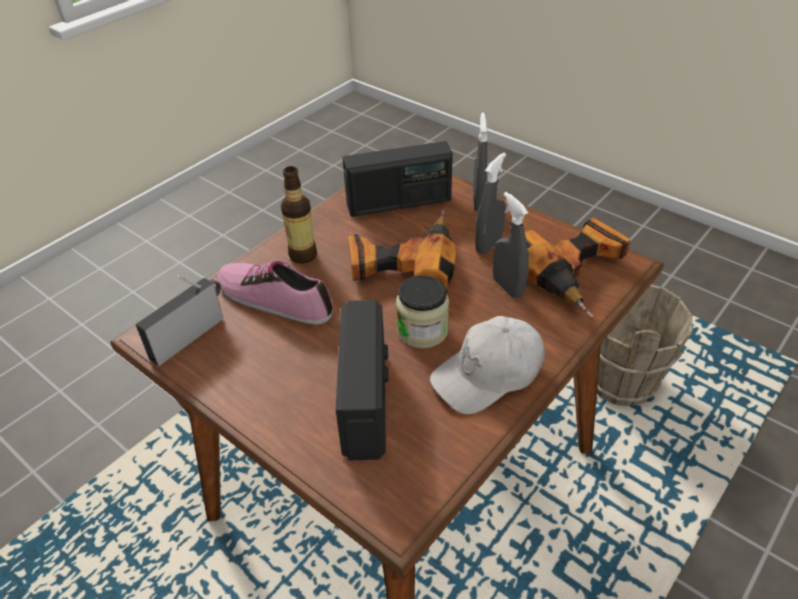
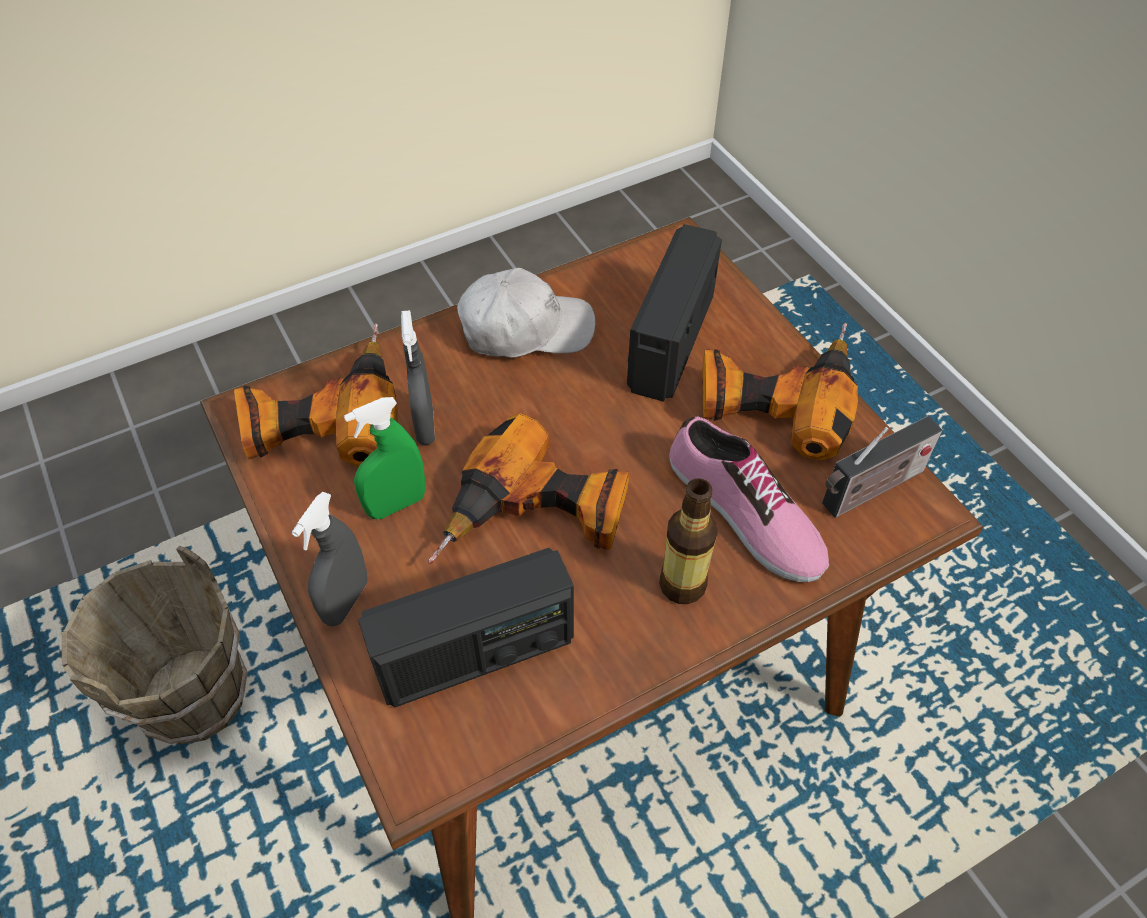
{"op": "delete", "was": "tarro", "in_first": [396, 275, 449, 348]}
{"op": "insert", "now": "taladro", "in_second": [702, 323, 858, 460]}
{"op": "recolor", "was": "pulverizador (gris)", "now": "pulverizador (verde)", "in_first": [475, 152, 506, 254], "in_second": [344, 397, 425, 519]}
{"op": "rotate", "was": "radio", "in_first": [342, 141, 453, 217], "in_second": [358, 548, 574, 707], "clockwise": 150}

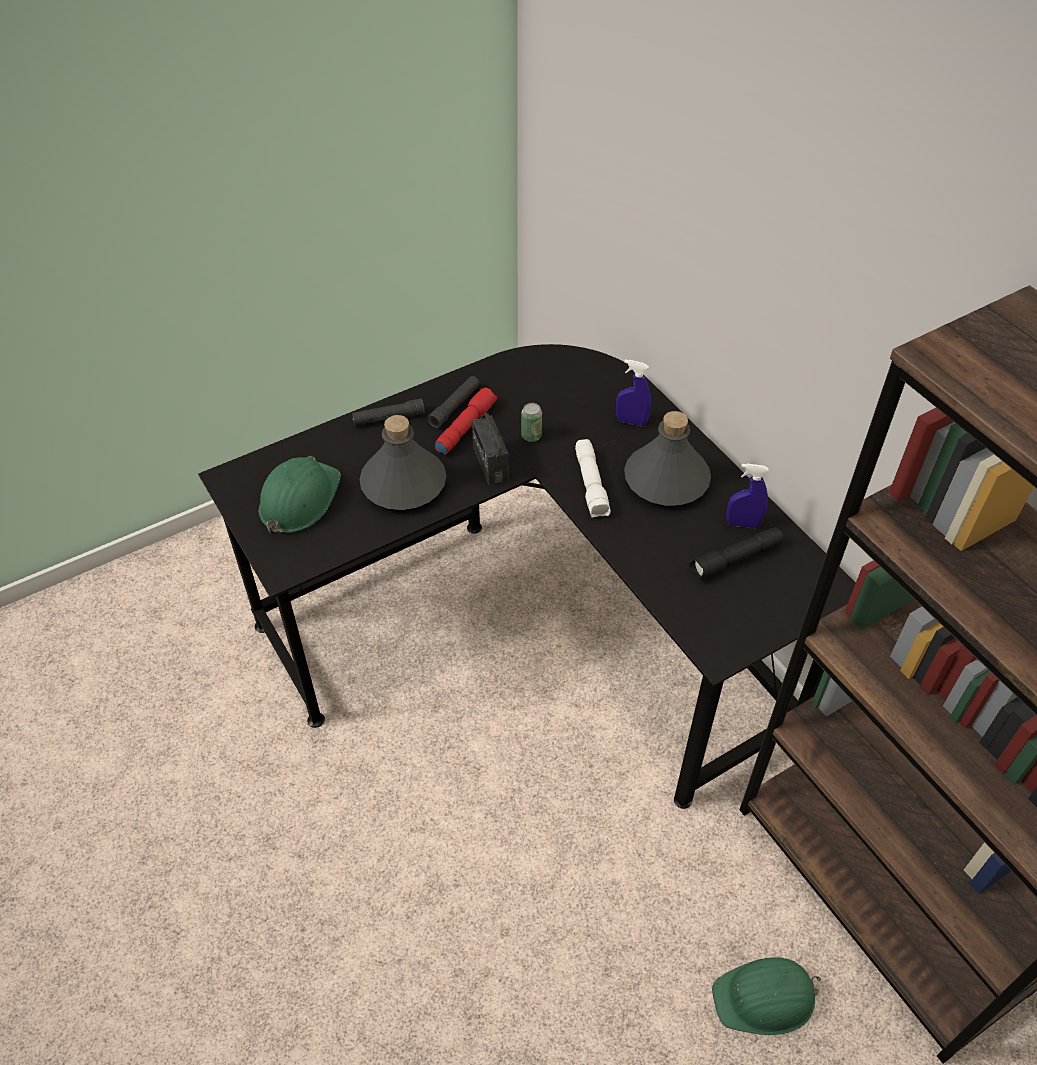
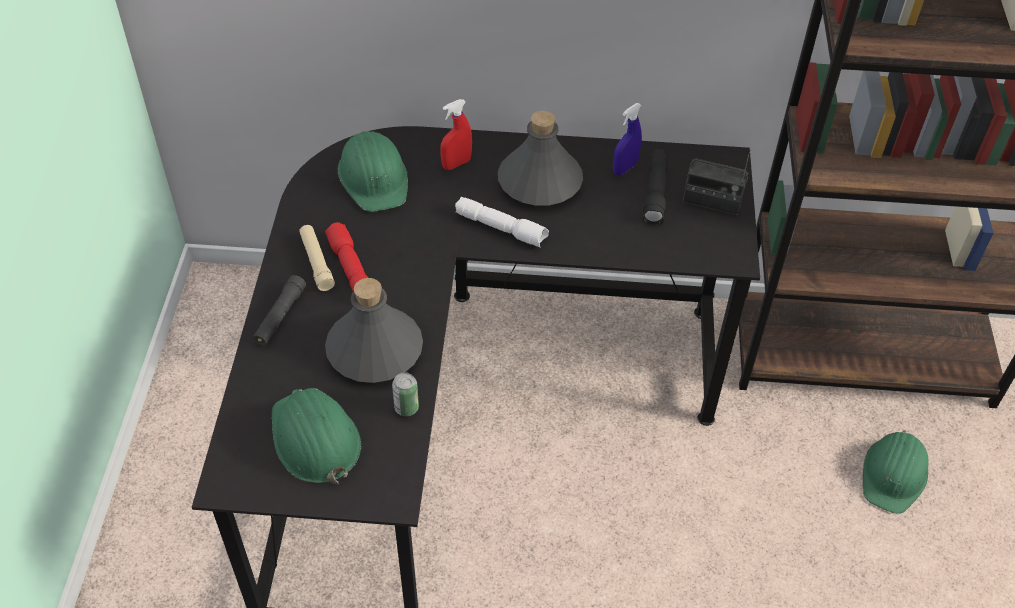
{"op": "insert", "now": "casco (verde)", "in_second": [338, 131, 408, 212]}
{"op": "move", "was": "radio", "in_first": [472, 413, 509, 485], "in_second": [683, 149, 751, 215]}
{"op": "move", "was": "lata", "in_first": [522, 403, 542, 442], "in_second": [392, 372, 419, 416]}
{"op": "recolor", "was": "linterna (negro)", "now": "linterna (beis)", "in_first": [427, 376, 480, 428], "in_second": [299, 225, 335, 291]}
{"op": "recolor", "was": "pulverizador (azul)", "now": "pulverizador (rojo)", "in_first": [616, 359, 651, 427], "in_second": [440, 99, 472, 170]}

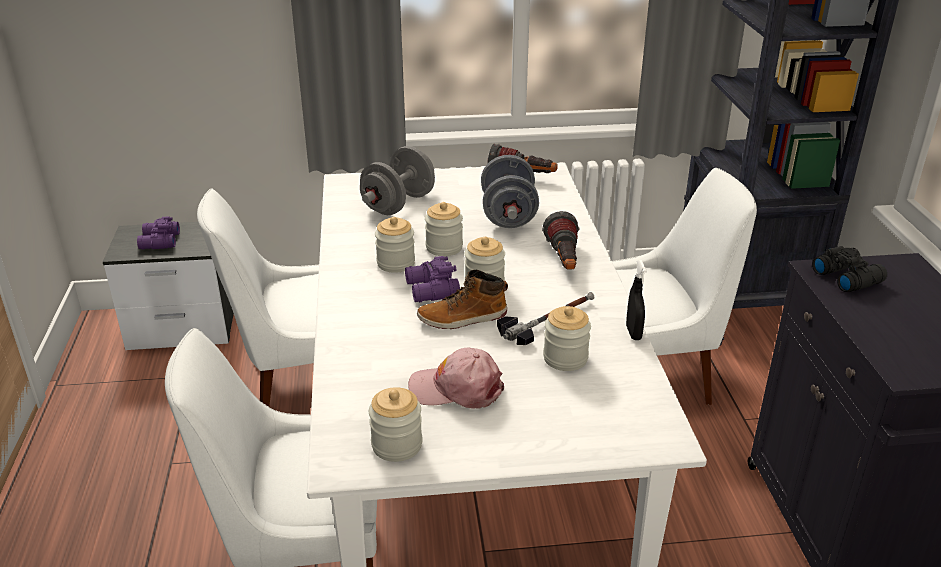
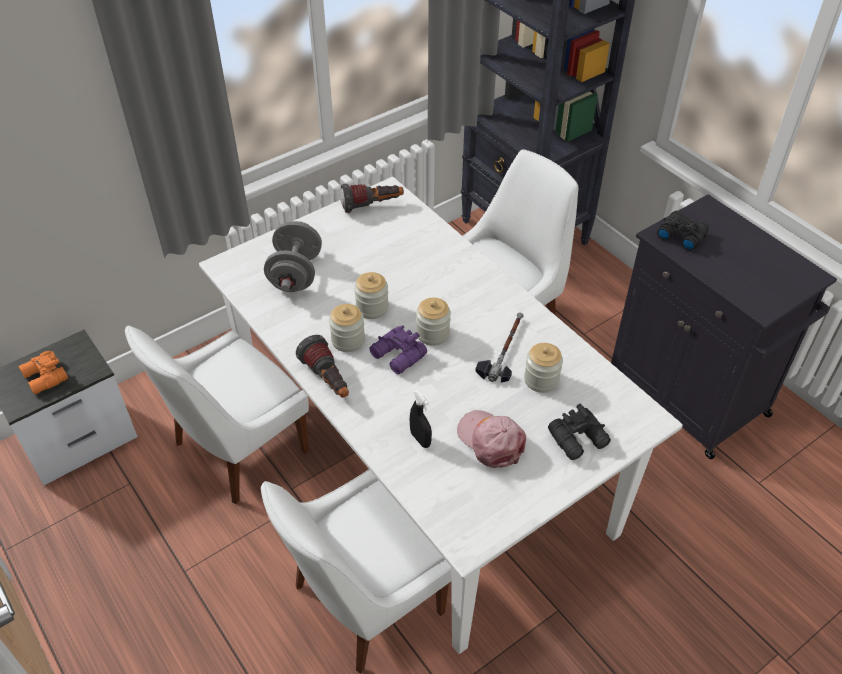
{"op": "delete", "was": "tarro", "in_first": [369, 387, 422, 462]}
{"op": "delete", "was": "bota", "in_first": [417, 270, 508, 329]}
{"op": "delete", "was": "mancuerna (gris)", "in_first": [481, 155, 539, 228]}
{"op": "insert", "now": "prismáticos (negro)", "in_second": [548, 404, 611, 460]}
{"op": "move", "was": "linterna", "in_first": [542, 211, 579, 270], "in_second": [296, 335, 349, 398]}
{"op": "move", "was": "pulverizador (negro)", "in_first": [626, 260, 647, 340], "in_second": [410, 390, 432, 448]}
{"op": "recolor", "was": "prismáticos (morado)", "now": "prismáticos (naranja)", "in_first": [137, 217, 180, 250], "in_second": [19, 351, 68, 395]}
{"op": "rotate", "was": "gorra (rosa)", "in_first": [408, 348, 504, 409], "in_second": [457, 410, 526, 468], "clockwise": 75}

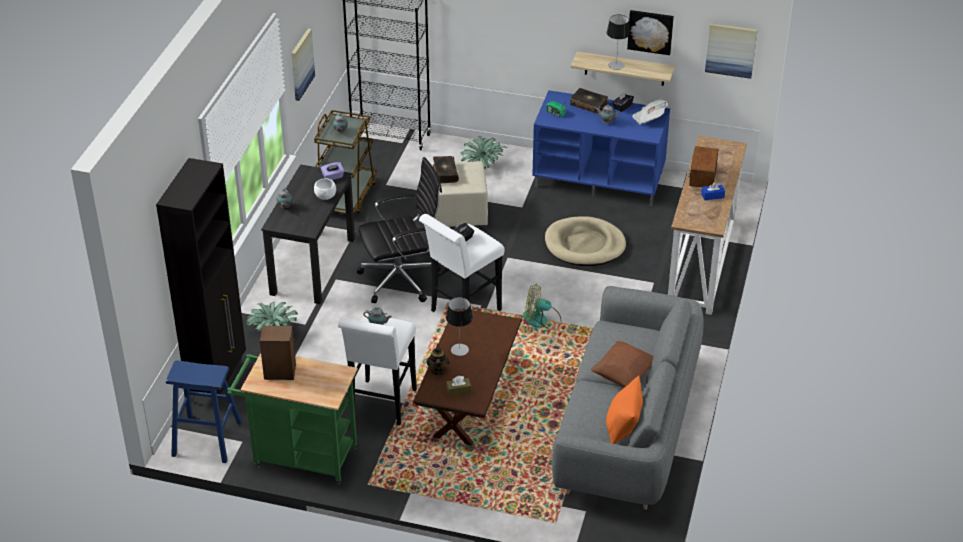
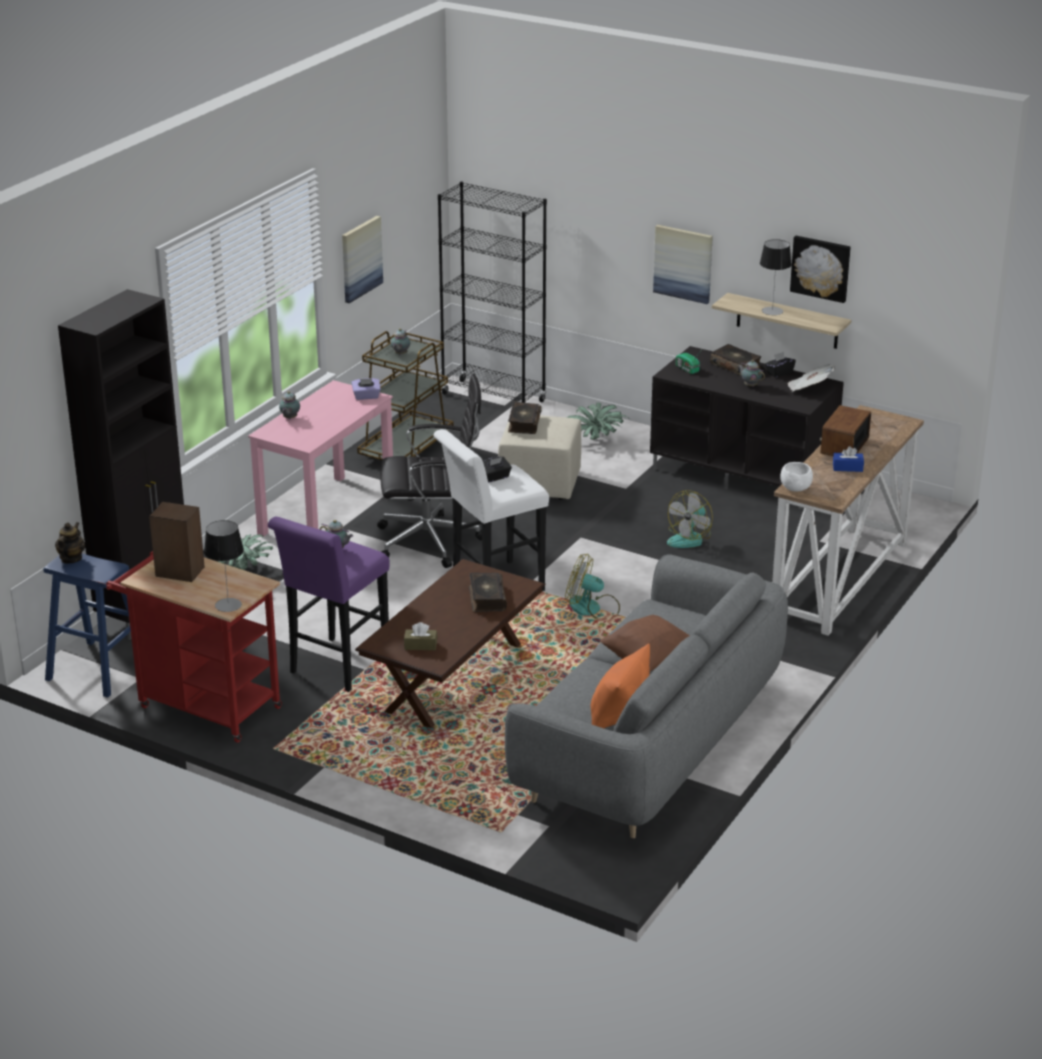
{"op": "insert", "now": "libro", "in_second": [469, 573, 507, 612]}
{"op": "move", "was": "cuenco (blanco)", "in_first": [314, 178, 336, 200], "in_second": [780, 462, 813, 492]}
{"op": "move", "was": "tetera", "in_first": [427, 343, 450, 375], "in_second": [55, 522, 85, 564]}
{"op": "move", "was": "lámpara de mesa", "in_first": [446, 297, 473, 356], "in_second": [204, 520, 244, 612]}
{"op": "move", "was": "cuadro", "in_first": [705, 23, 758, 79], "in_second": [653, 225, 713, 304]}
{"op": "replace", "was": "cama para perro (beis)", "now": "ventilador", "in_first": [545, 216, 626, 266], "in_second": [667, 490, 713, 548]}
{"op": "recolor", "was": "carrito (verde)", "now": "carrito (rojo)", "in_first": [227, 353, 358, 484], "in_second": [106, 551, 282, 743]}
{"op": "recolor", "was": "escritorio (negro)", "now": "escritorio (rosa)", "in_first": [261, 164, 355, 304], "in_second": [248, 380, 393, 536]}
{"op": "recolor", "was": "taburete (blanco)", "now": "taburete (morado)", "in_first": [338, 314, 417, 425], "in_second": [268, 517, 390, 692]}
{"op": "recolor", "was": "mueble de televisión (azul)", "now": "mueble de televisión (negro)", "in_first": [532, 90, 670, 206], "in_second": [650, 346, 844, 509]}

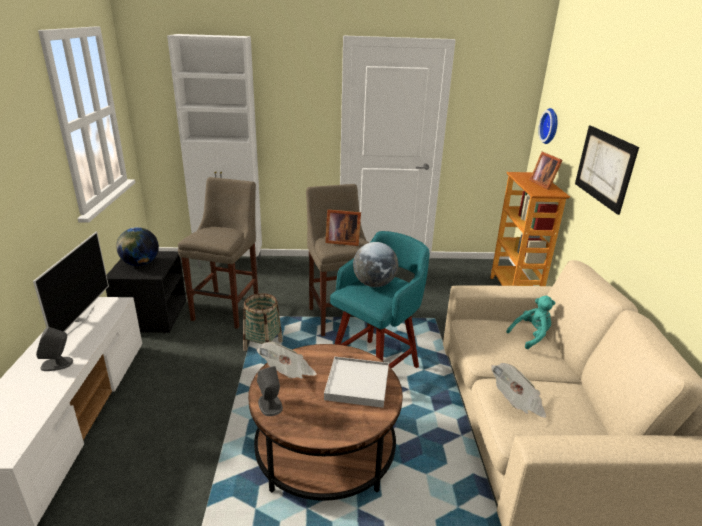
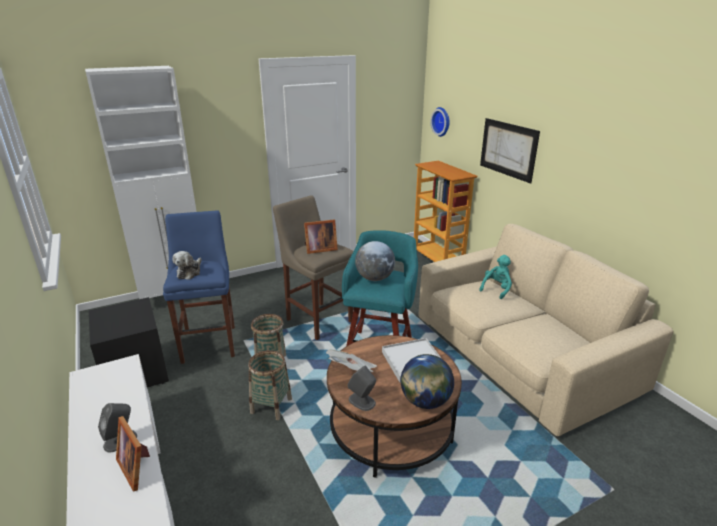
{"op": "delete", "was": "televisor", "in_first": [33, 232, 109, 335]}
{"op": "delete", "was": "periódico", "in_first": [491, 363, 547, 418]}
{"op": "insert", "now": "peluche", "in_second": [173, 251, 201, 280]}
{"op": "insert", "now": "cesta", "in_second": [248, 350, 292, 420]}
{"op": "move", "was": "globo terráqueo", "in_first": [116, 227, 159, 266], "in_second": [401, 354, 454, 409]}
{"op": "move", "was": "portarretratos", "in_first": [530, 152, 563, 190], "in_second": [116, 416, 150, 492]}
{"op": "recolor", "was": "taburete (beis)", "now": "taburete (azul)", "in_first": [178, 177, 258, 329], "in_second": [163, 210, 235, 364]}

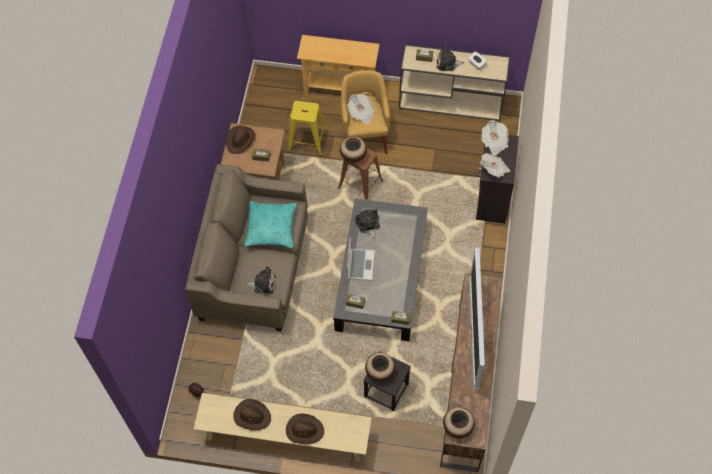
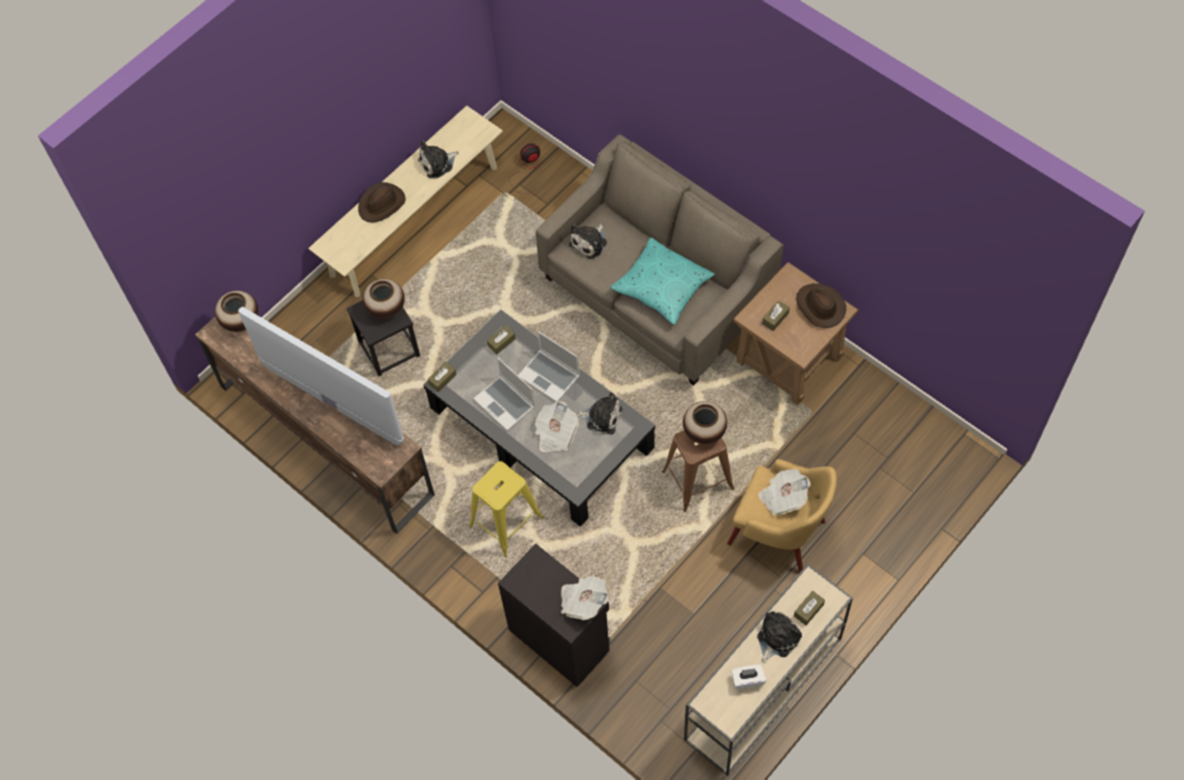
{"op": "delete", "was": "mesa consola (beis)", "in_first": [297, 35, 380, 96]}
{"op": "insert", "now": "portátil", "in_second": [473, 357, 535, 431]}
{"op": "move", "was": "taburete (amarillo)", "in_first": [288, 101, 326, 156], "in_second": [469, 461, 544, 557]}
{"op": "move", "was": "periódico", "in_first": [480, 153, 510, 178], "in_second": [535, 401, 579, 452]}
{"op": "replace", "was": "sombrero (marrón)", "now": "peluche", "in_first": [233, 399, 271, 431], "in_second": [418, 141, 459, 179]}

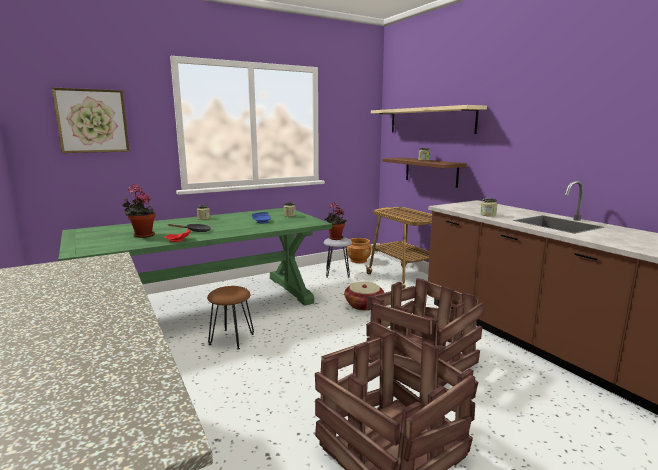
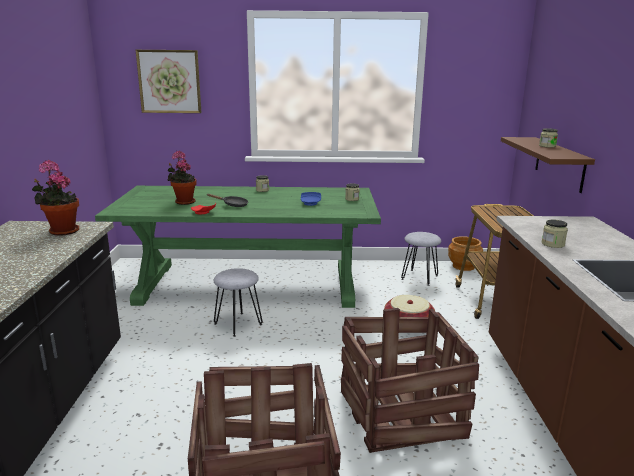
{"op": "delete", "was": "estante (beis)", "in_first": [371, 105, 487, 134]}
{"op": "move", "was": "planta en maceta", "in_first": [325, 202, 347, 240], "in_second": [32, 160, 79, 236]}
{"op": "recolor", "was": "taburete (marrón)", "now": "taburete (gris)", "in_first": [207, 286, 254, 350], "in_second": [214, 268, 263, 337]}

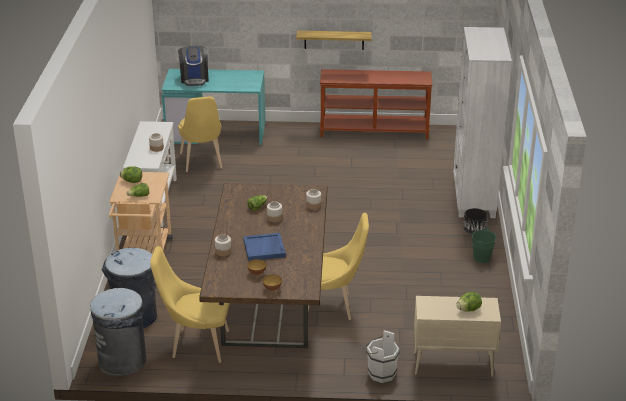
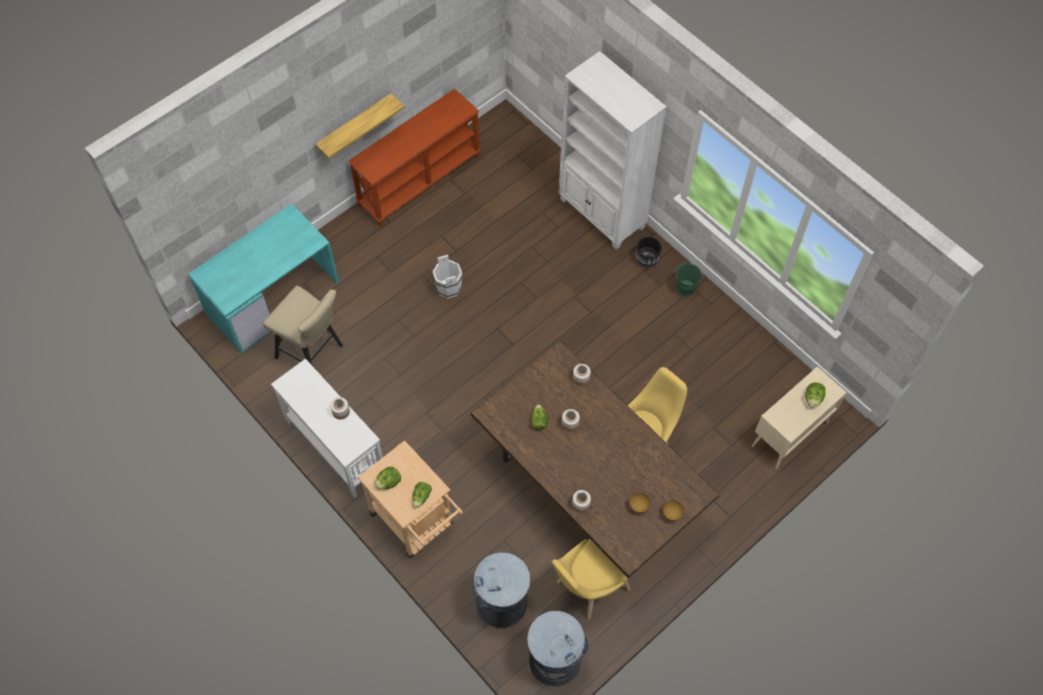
{"op": "delete", "was": "cafetera", "in_first": [178, 46, 209, 86]}
{"op": "delete", "was": "bandeja (azul)", "in_first": [243, 233, 286, 261]}
{"op": "move", "was": "cubo (blanco)", "in_first": [363, 330, 400, 383], "in_second": [429, 255, 463, 299]}
{"op": "replace", "was": "silla (amarillo)", "now": "taburete (beis)", "in_first": [178, 97, 222, 172], "in_second": [263, 286, 343, 365]}

